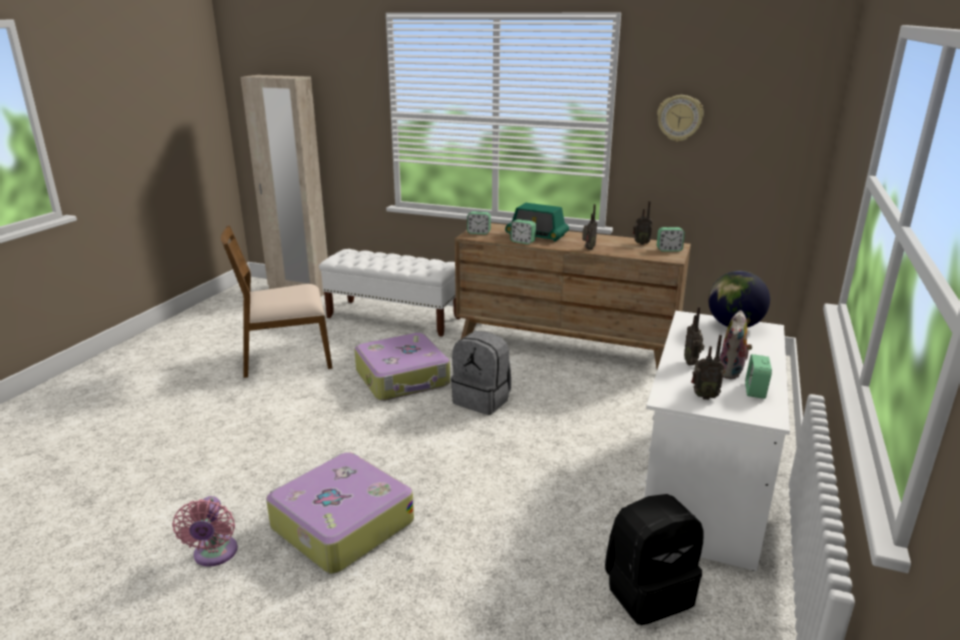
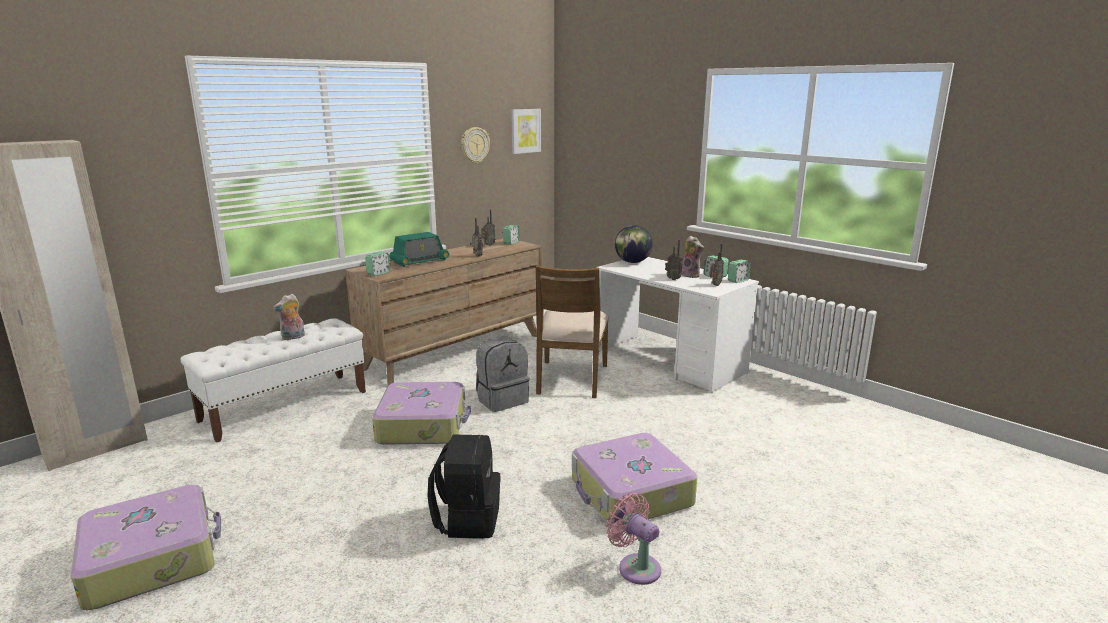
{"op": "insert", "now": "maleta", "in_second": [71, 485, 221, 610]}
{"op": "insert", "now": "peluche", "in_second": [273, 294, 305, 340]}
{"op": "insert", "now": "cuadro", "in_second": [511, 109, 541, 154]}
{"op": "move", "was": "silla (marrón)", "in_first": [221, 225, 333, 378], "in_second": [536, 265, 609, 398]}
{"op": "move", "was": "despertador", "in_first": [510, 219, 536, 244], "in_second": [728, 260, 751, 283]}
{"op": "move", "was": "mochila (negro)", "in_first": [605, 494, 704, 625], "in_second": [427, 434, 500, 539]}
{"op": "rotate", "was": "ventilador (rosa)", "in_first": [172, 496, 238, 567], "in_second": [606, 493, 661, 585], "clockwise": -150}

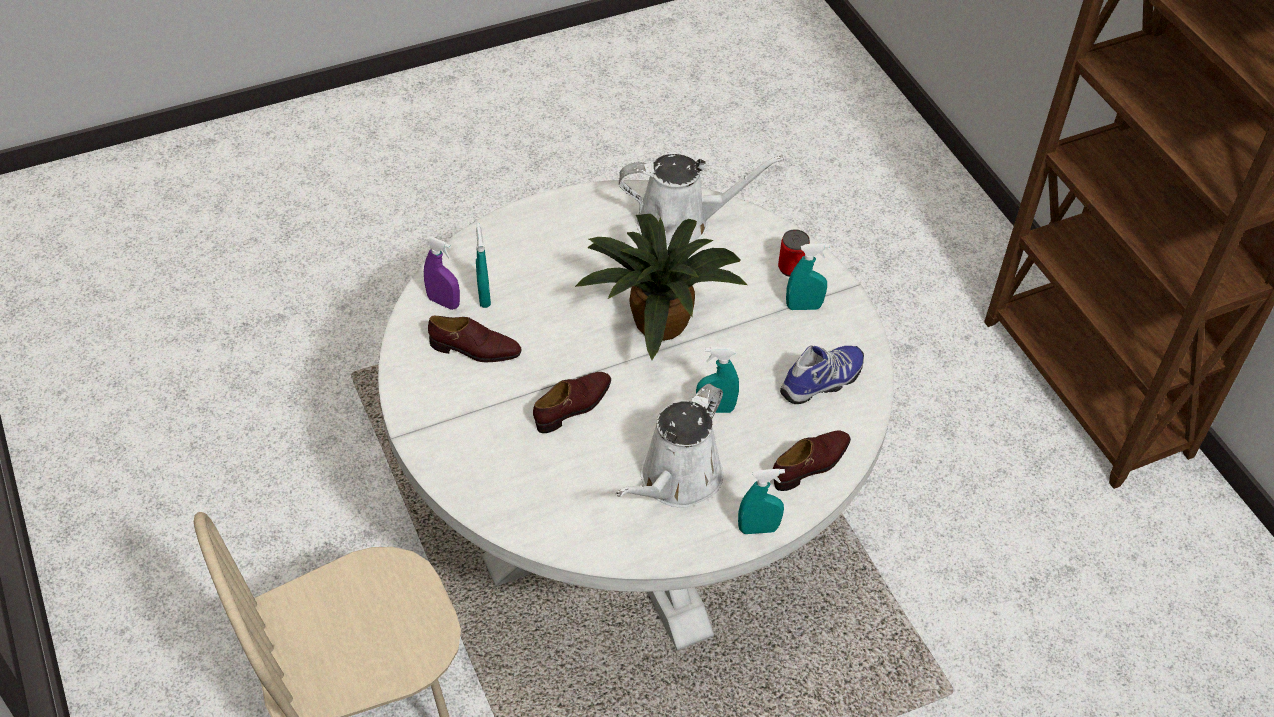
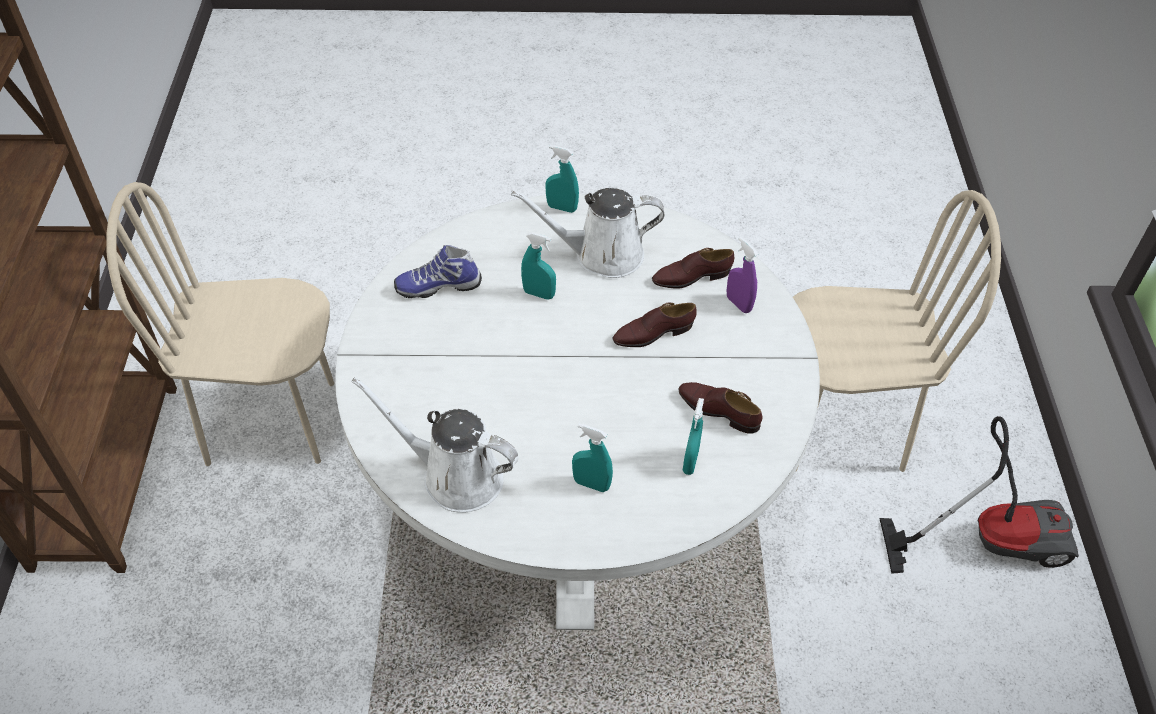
{"op": "delete", "was": "planta en maceta", "in_first": [575, 214, 747, 360]}
{"op": "delete", "was": "lata", "in_first": [778, 229, 810, 277]}
{"op": "insert", "now": "silla (beis)", "in_second": [106, 182, 334, 466]}
{"op": "insert", "now": "aspiradora", "in_second": [879, 416, 1079, 574]}
{"op": "move", "was": "pulverizador (morado)", "in_first": [424, 236, 460, 310], "in_second": [727, 237, 758, 313]}
{"op": "move", "was": "zapato (marrón)", "in_first": [773, 431, 851, 491], "in_second": [652, 248, 734, 289]}
{"op": "move", "was": "pulverizador (turquesa)", "in_first": [786, 243, 829, 310], "in_second": [572, 423, 613, 492]}
{"op": "rotate", "was": "regadera (blanco)", "in_first": [616, 384, 724, 508], "in_second": [511, 188, 665, 278], "clockwise": -150}

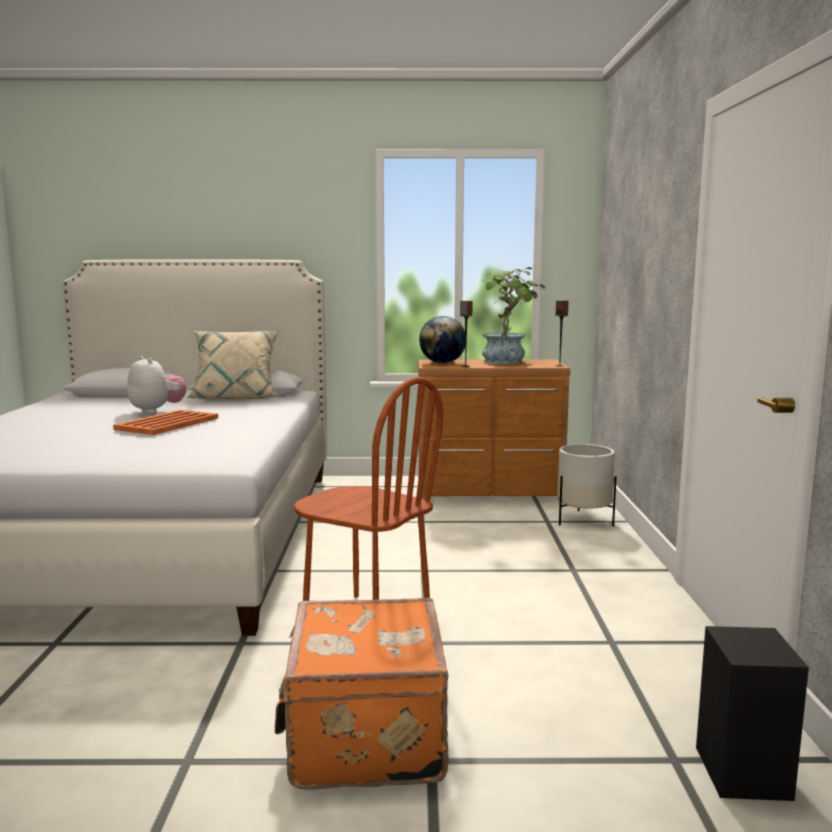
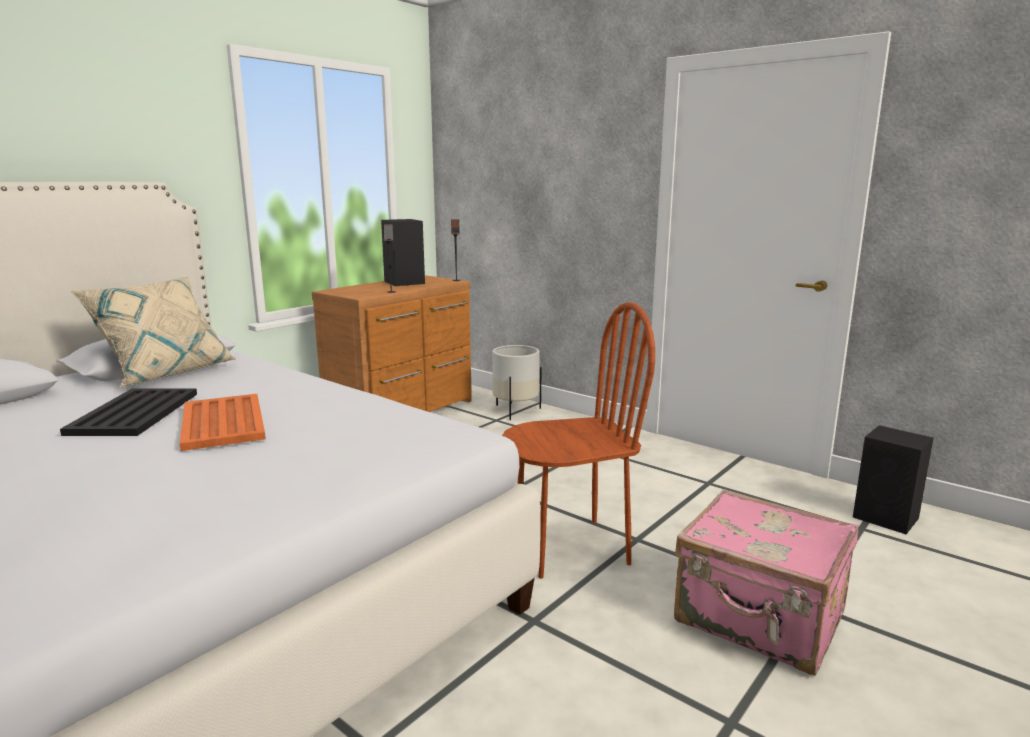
{"op": "delete", "was": "globo terráqueo", "in_first": [419, 316, 465, 363]}
{"op": "replace", "was": "peluche", "now": "bandeja (negro)", "in_first": [127, 356, 187, 414], "in_second": [60, 388, 197, 436]}
{"op": "replace", "was": "planta en maceta", "now": "altavoz (negro)", "in_first": [482, 267, 545, 364], "in_second": [381, 219, 425, 286]}
{"op": "recolor", "was": "maleta (naranja)", "now": "maleta (rosa)", "in_first": [275, 598, 449, 790], "in_second": [674, 489, 859, 676]}

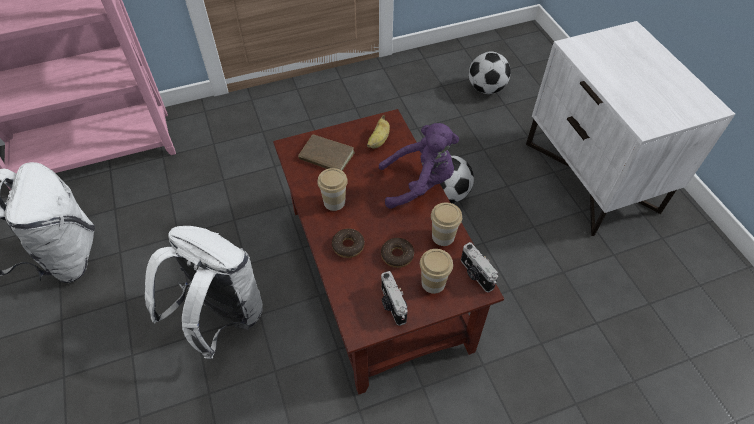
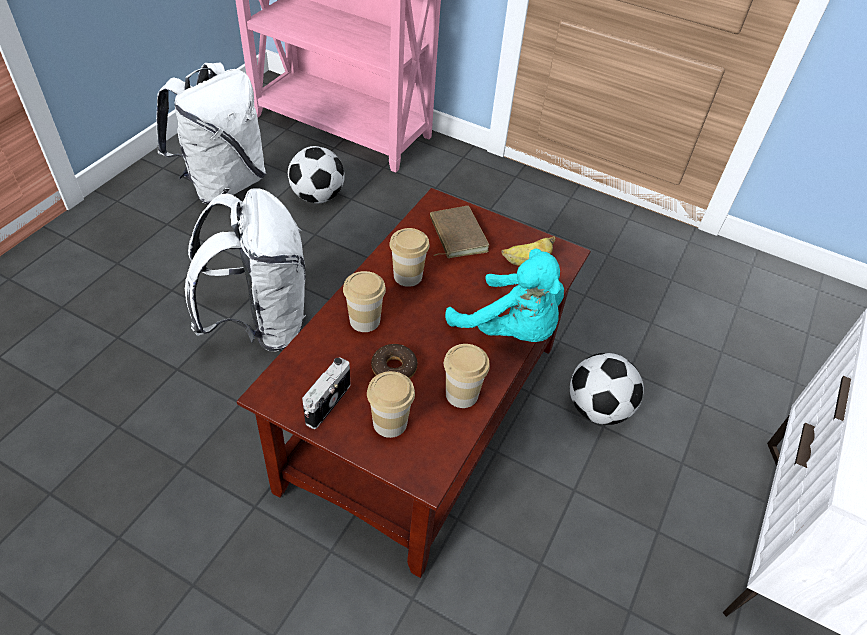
{"op": "delete", "was": "cámara", "in_first": [461, 242, 498, 292]}
{"op": "move", "was": "balón de fútbol", "in_first": [469, 51, 511, 94], "in_second": [288, 146, 345, 203]}
{"op": "replace", "was": "rosquilla", "now": "taza", "in_first": [332, 228, 365, 258], "in_second": [343, 271, 386, 332]}
{"op": "recolor", "was": "peluche (morado)", "now": "peluche (turquesa)", "in_first": [379, 123, 459, 209], "in_second": [445, 248, 564, 342]}

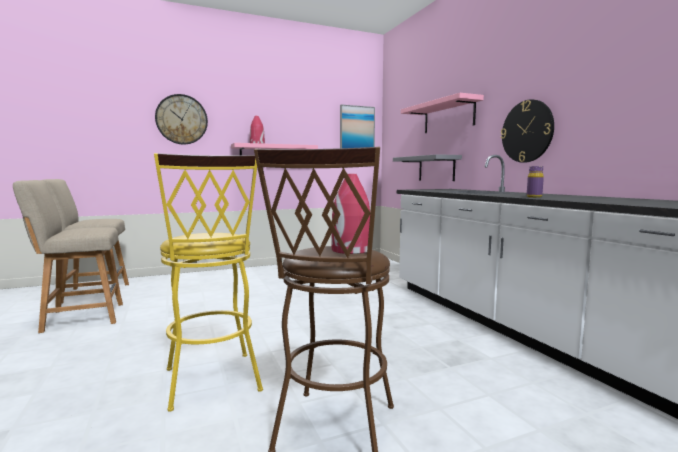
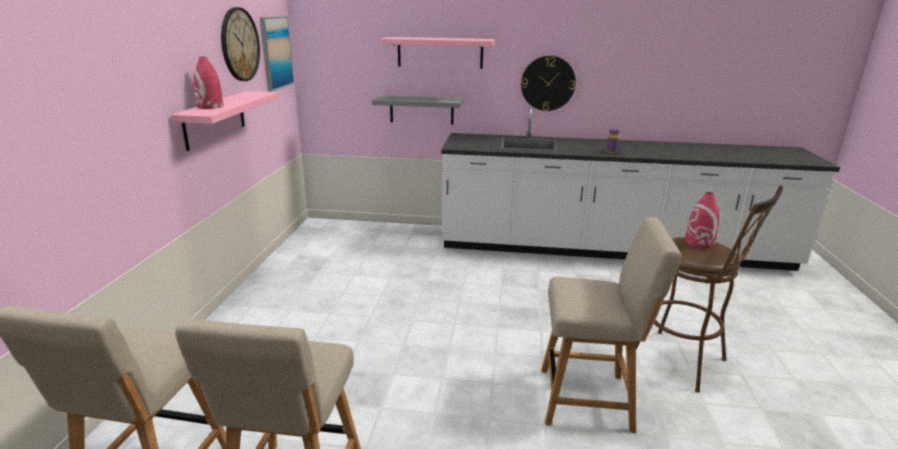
{"op": "move", "was": "reloj de pared", "in_first": [155, 94, 208, 145], "in_second": [221, 7, 260, 81]}
{"op": "replace", "was": "taburete (amarillo)", "now": "silla (beis)", "in_first": [154, 153, 263, 412], "in_second": [541, 217, 681, 433]}

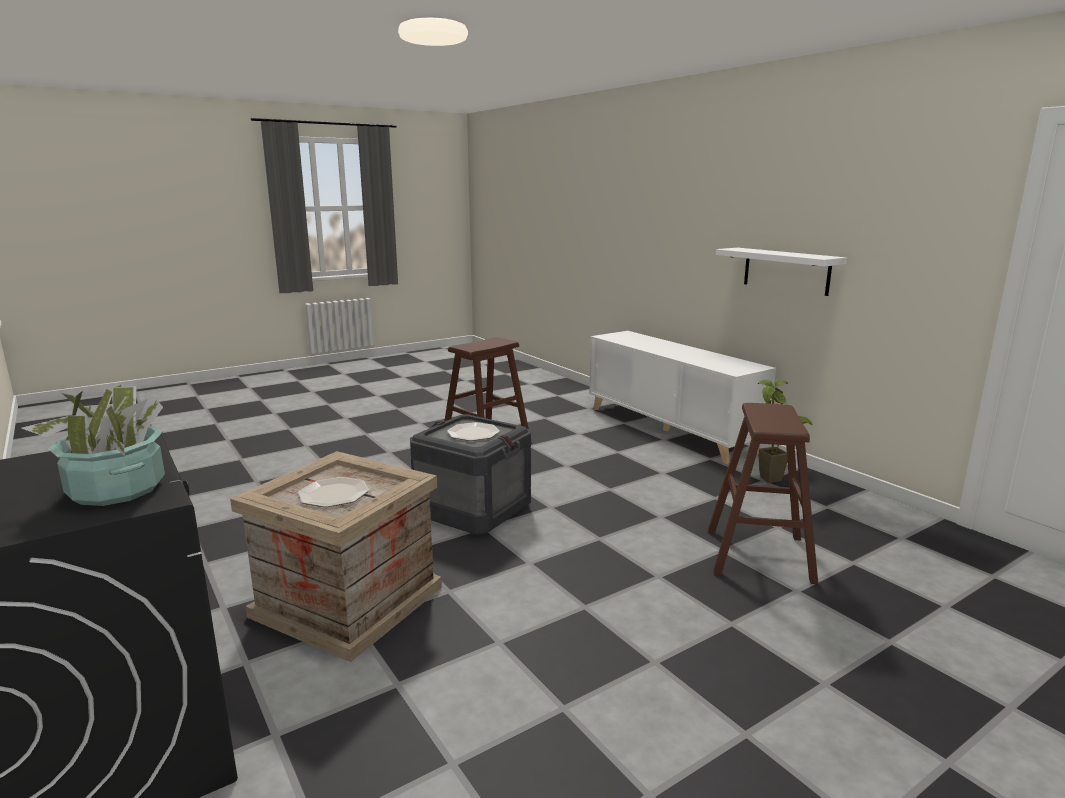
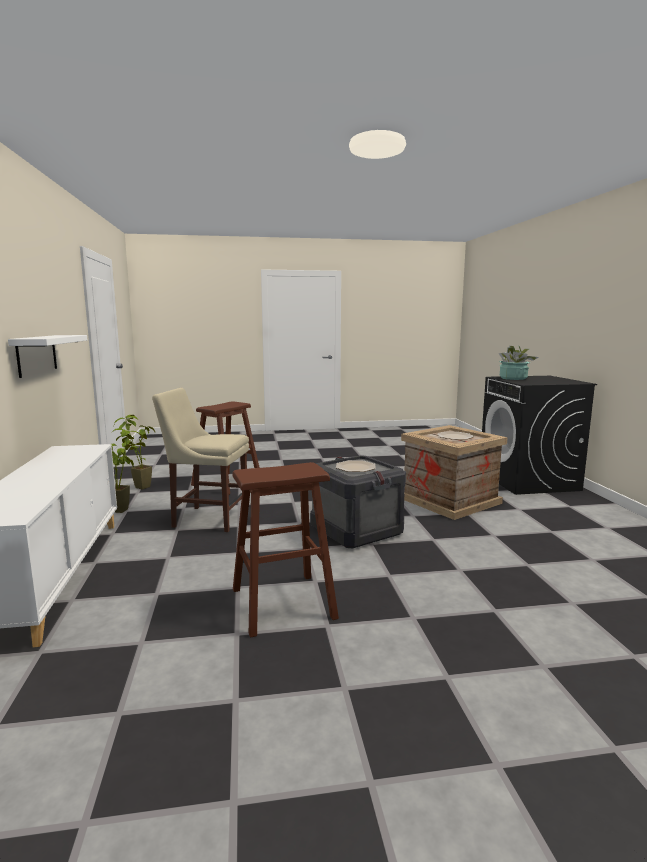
{"op": "insert", "now": "planta en maceta", "in_second": [114, 415, 155, 490]}
{"op": "insert", "now": "silla (beis)", "in_second": [152, 388, 249, 532]}

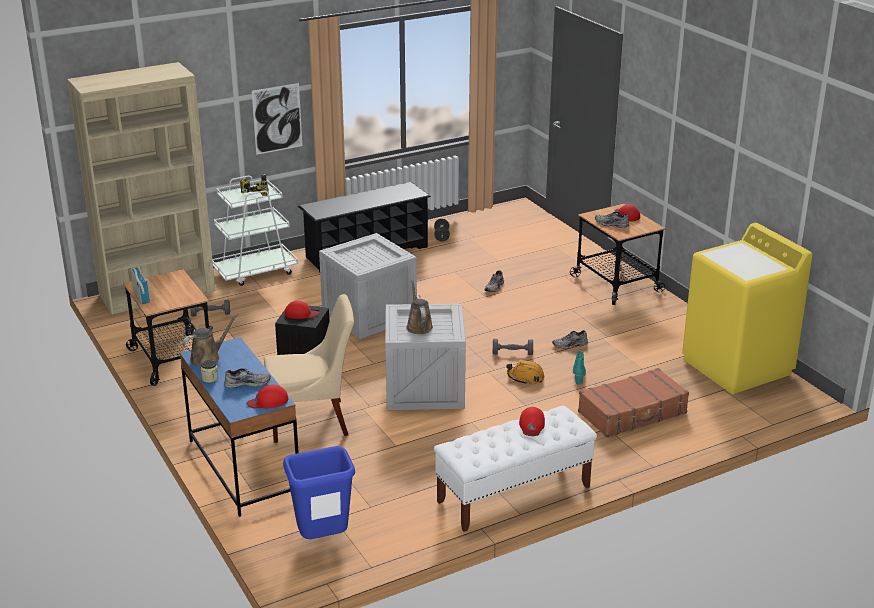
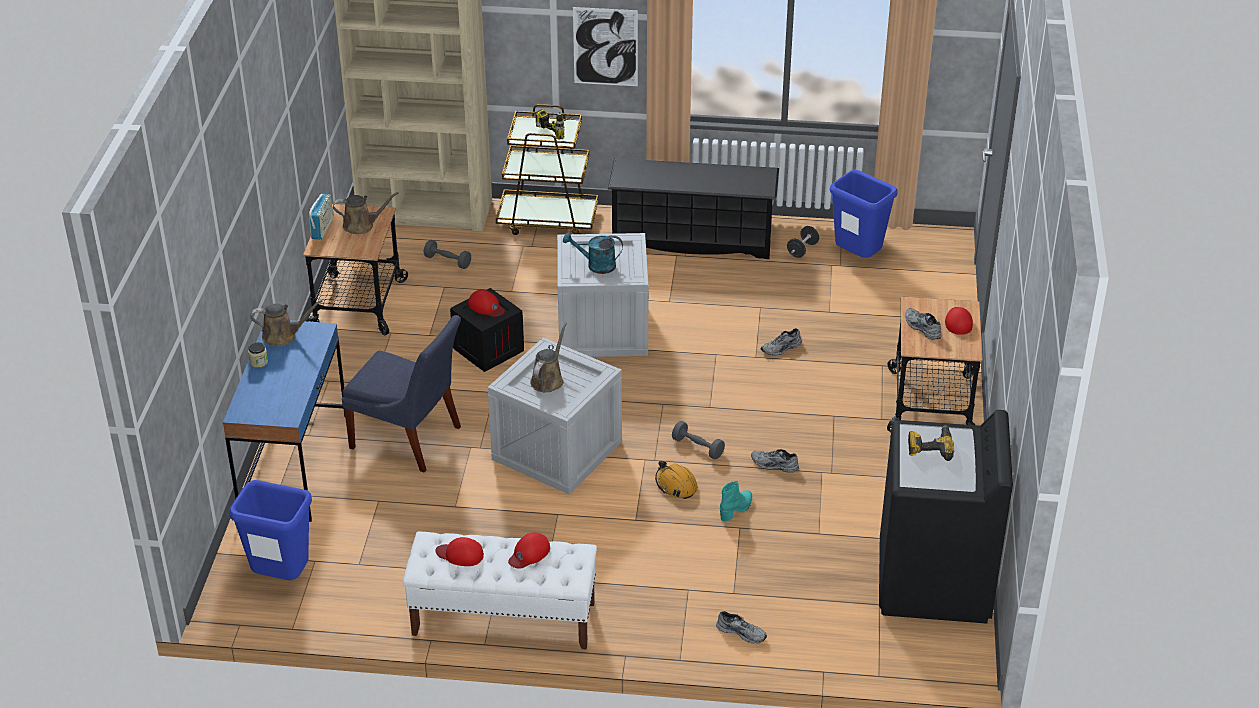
{"op": "delete", "was": "maleta (marrón)", "in_first": [578, 368, 689, 438]}
{"op": "insert", "now": "regadera (marrón)", "in_second": [333, 192, 399, 234]}
{"op": "insert", "now": "regadera (turquesa)", "in_second": [563, 232, 623, 274]}
{"op": "insert", "now": "papelera (azul)", "in_second": [830, 170, 898, 258]}
{"op": "insert", "now": "taladro", "in_second": [908, 426, 954, 461]}
{"op": "move", "was": "zapato (gris)", "in_first": [224, 368, 271, 388], "in_second": [716, 611, 767, 644]}
{"op": "move", "was": "gorra (rojo)", "in_first": [246, 385, 288, 409], "in_second": [435, 537, 484, 566]}
{"op": "recolor", "was": "carrito (blanco)", "now": "carrito (marrón)", "in_first": [213, 175, 298, 286], "in_second": [496, 104, 598, 235]}
{"op": "recolor", "was": "silla (beis)", "now": "silla (azul)", "in_first": [264, 294, 354, 443], "in_second": [342, 315, 461, 472]}
{"op": "recolor", "was": "lavadora (amarillo)", "now": "lavadora (negro)", "in_first": [682, 223, 813, 394], "in_second": [879, 410, 1013, 624]}

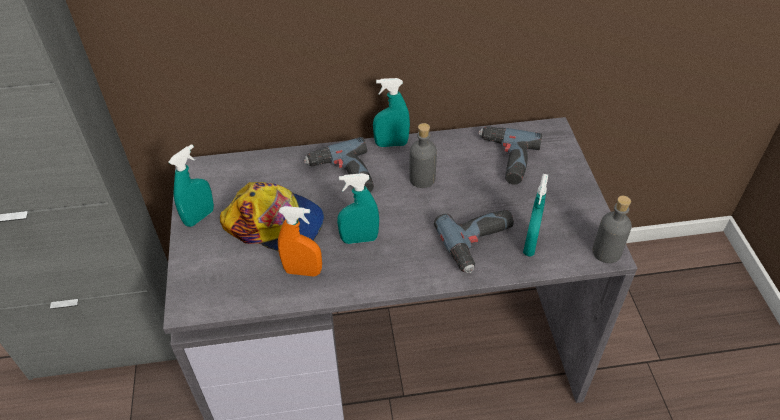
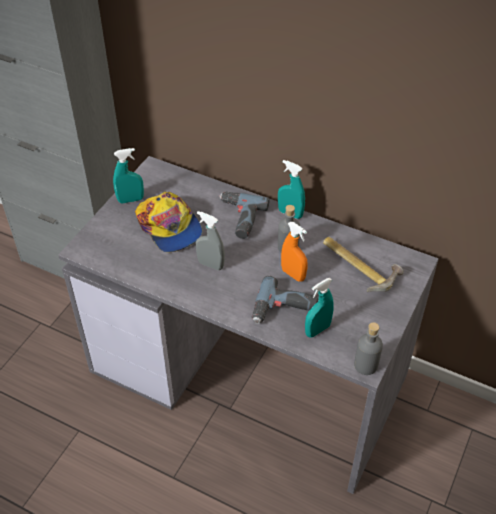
{"op": "move", "was": "pulverizador (naranja)", "in_first": [278, 206, 322, 276], "in_second": [281, 222, 308, 282]}
{"op": "replace", "was": "taladro", "now": "martillo", "in_first": [479, 126, 543, 185], "in_second": [323, 237, 404, 292]}
{"op": "recolor", "was": "pulverizador (turquesa)", "now": "pulverizador (gris)", "in_first": [337, 173, 379, 244], "in_second": [196, 211, 225, 270]}

